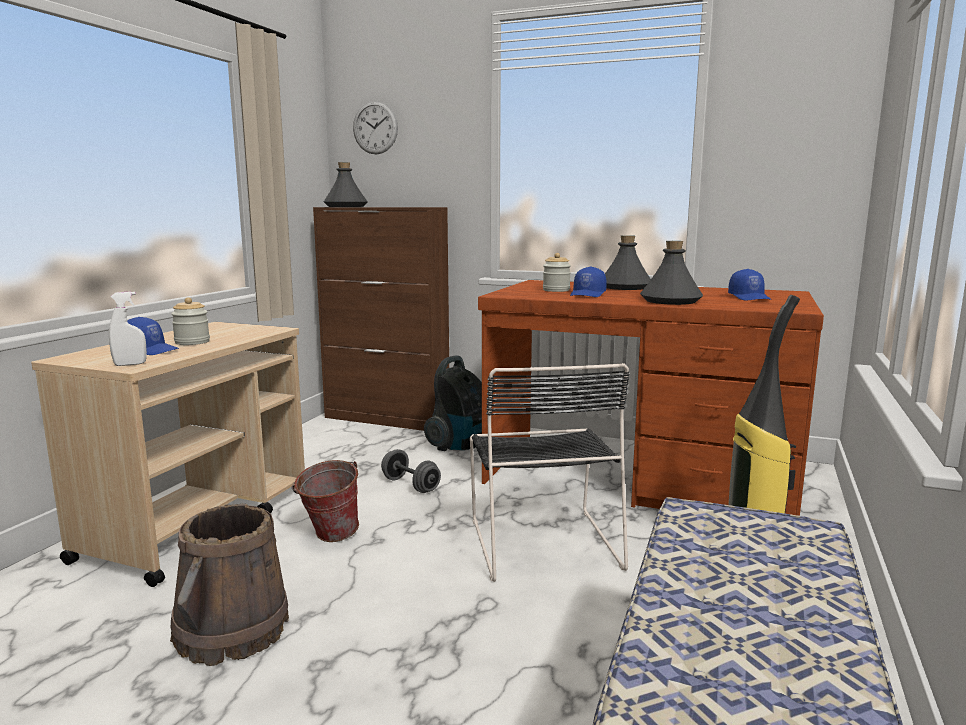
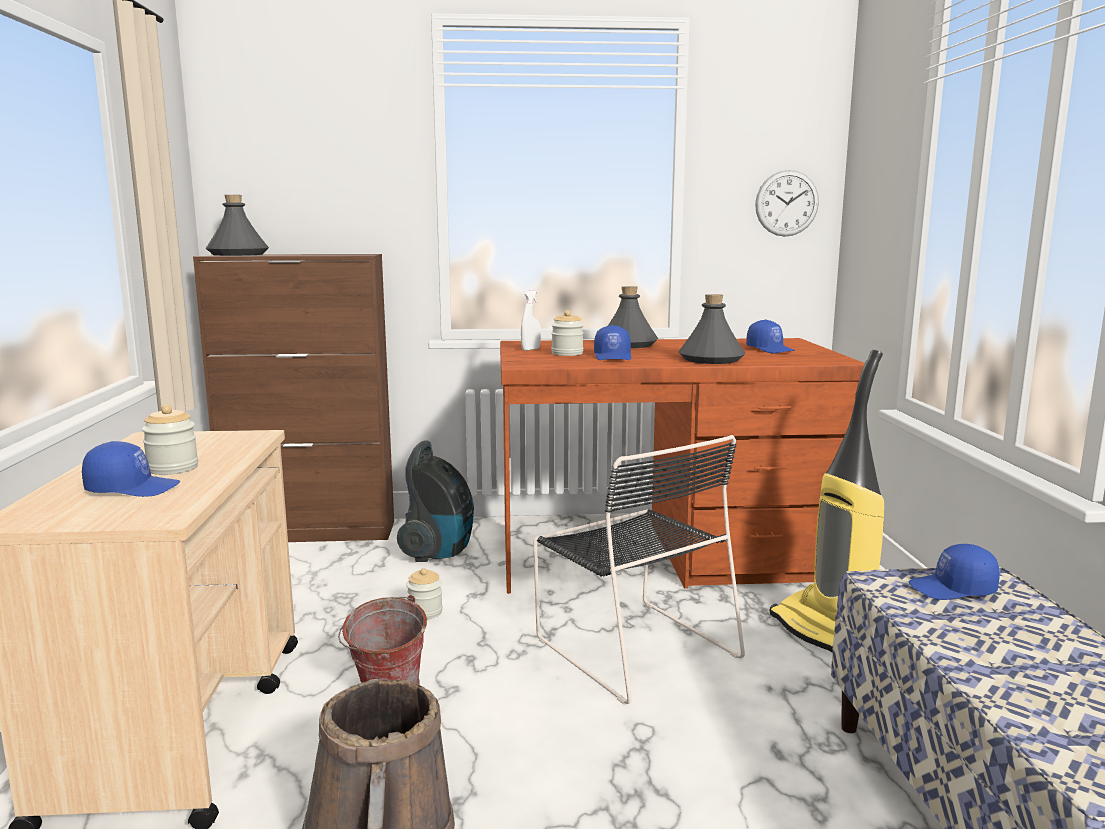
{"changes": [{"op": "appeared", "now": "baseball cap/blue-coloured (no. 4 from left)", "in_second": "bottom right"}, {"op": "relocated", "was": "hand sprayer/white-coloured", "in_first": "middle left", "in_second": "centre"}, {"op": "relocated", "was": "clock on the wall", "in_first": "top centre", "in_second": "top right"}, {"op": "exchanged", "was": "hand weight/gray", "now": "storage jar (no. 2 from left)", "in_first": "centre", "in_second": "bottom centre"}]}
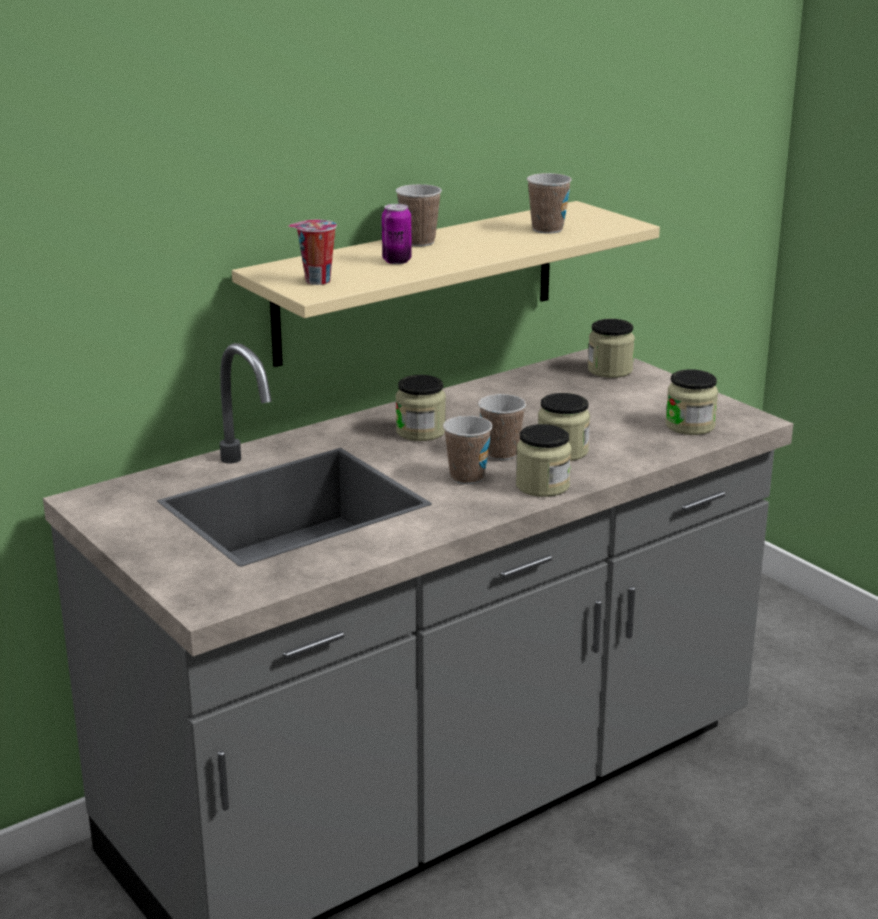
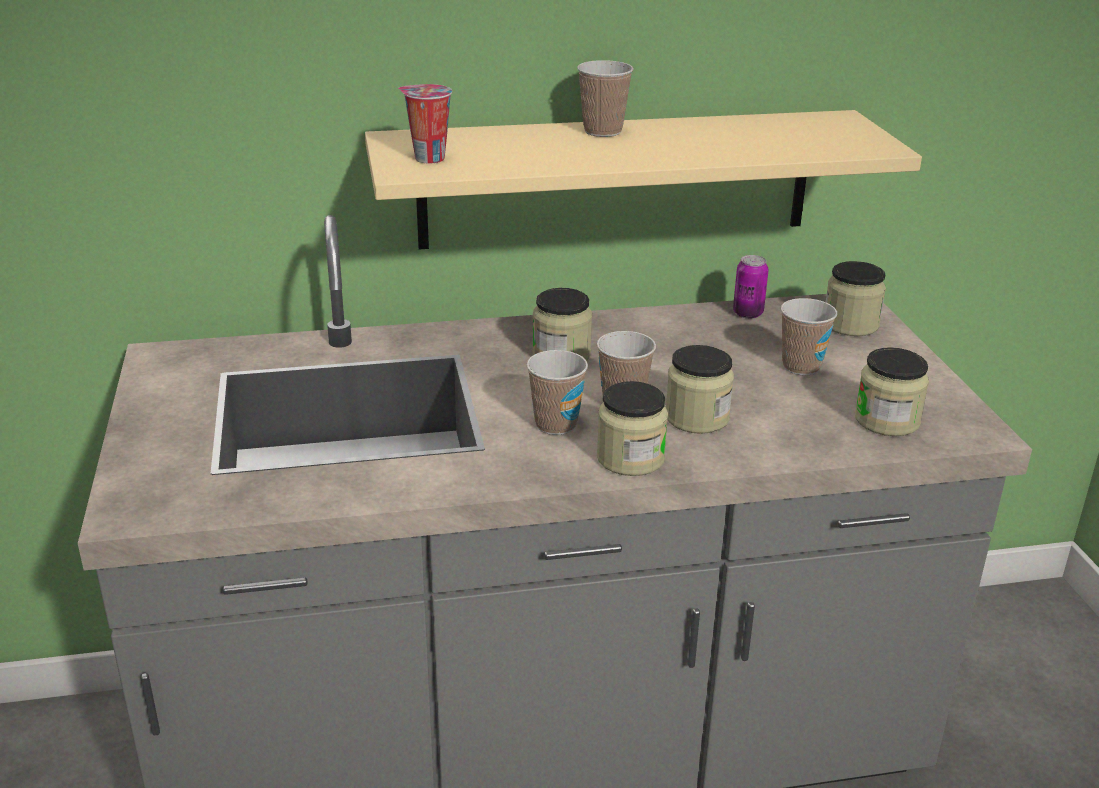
{"changes": [{"op": "relocated", "was": "can", "in_first": "top centre", "in_second": "middle right"}, {"op": "relocated", "was": "small cup (no. 5 from left)", "in_first": "top centre", "in_second": "middle right"}]}
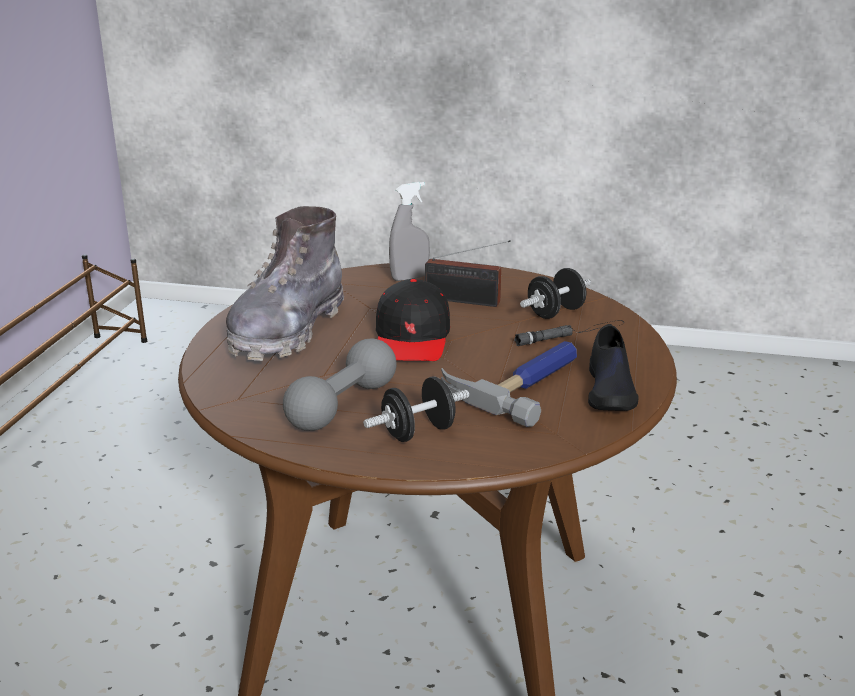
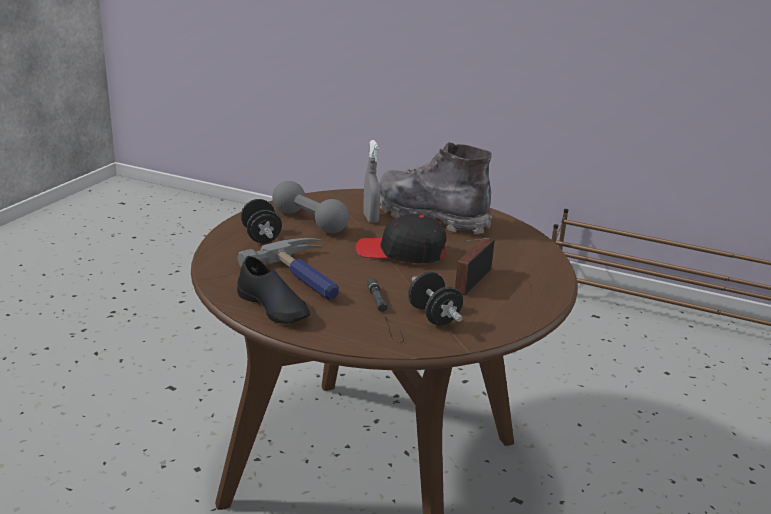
{"changes": [{"op": "relocated", "was": "hand sprayer/gray", "in_first": "top centre", "in_second": "centre"}, {"op": "spun", "was": "item of footwear/blackish", "in_first": "middle right", "in_second": "centre", "clockwise": -150}]}
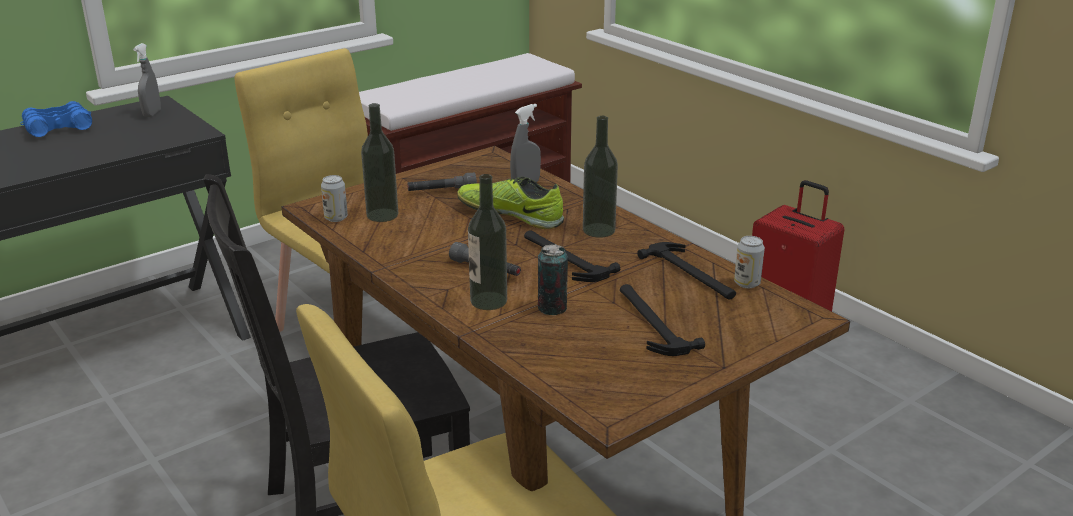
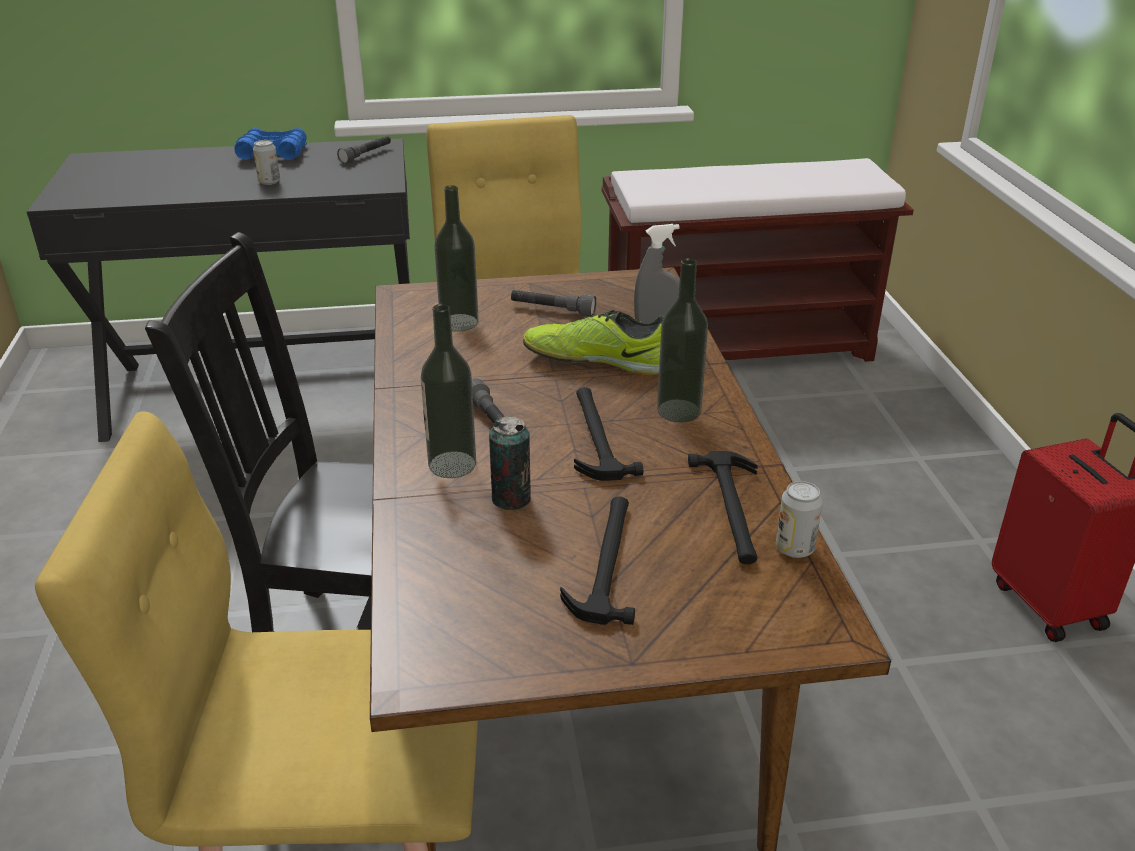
{"changes": [{"op": "relocated", "was": "can (no. 1 from left)", "in_first": "middle left", "in_second": "top left"}, {"op": "exchanged", "was": "hand sprayer/gray (no. 1 from left)", "now": "hand torch/gray (no. 1 from left)", "in_first": "top left", "in_second": "top left"}, {"op": "spun", "was": "item of footwear", "in_first": "centre", "in_second": "centre", "clockwise": -45}]}
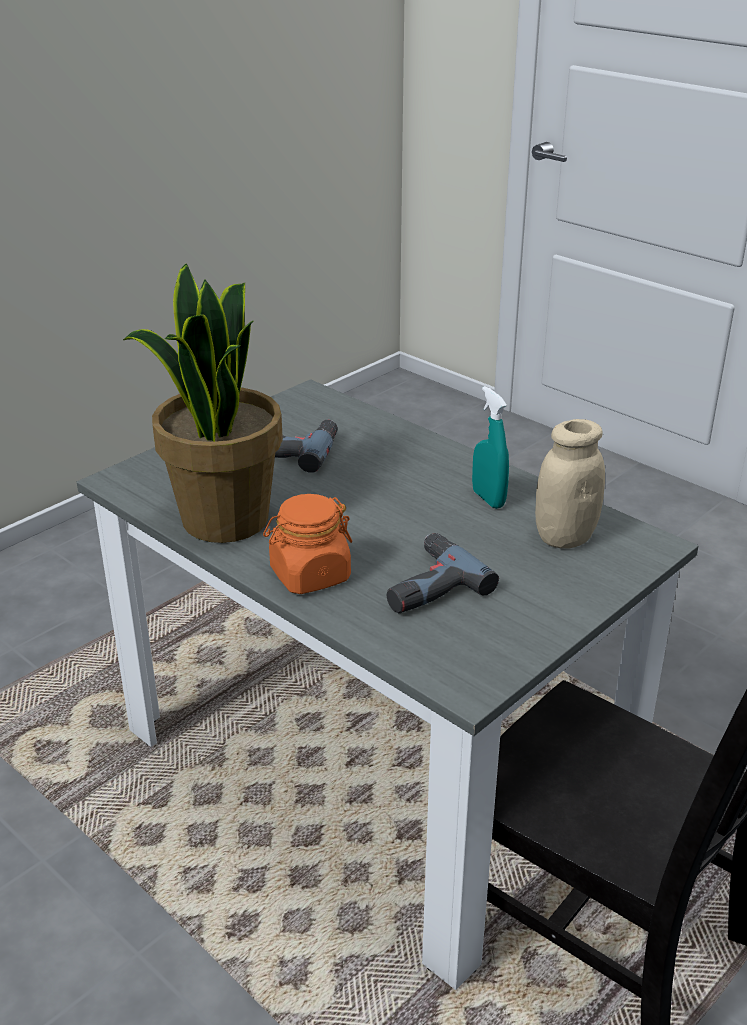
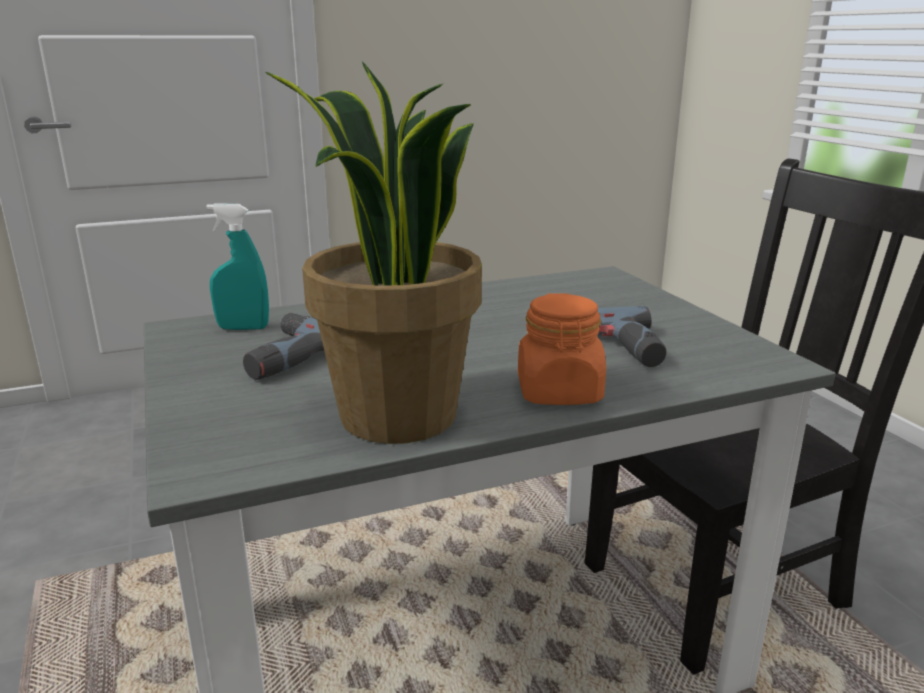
{"changes": [{"op": "missing", "was": "storage jar/beige-coloured", "in_first": "middle right"}, {"op": "relocated", "was": "hand sprayer/turquoise", "in_first": "centre", "in_second": "middle left"}]}
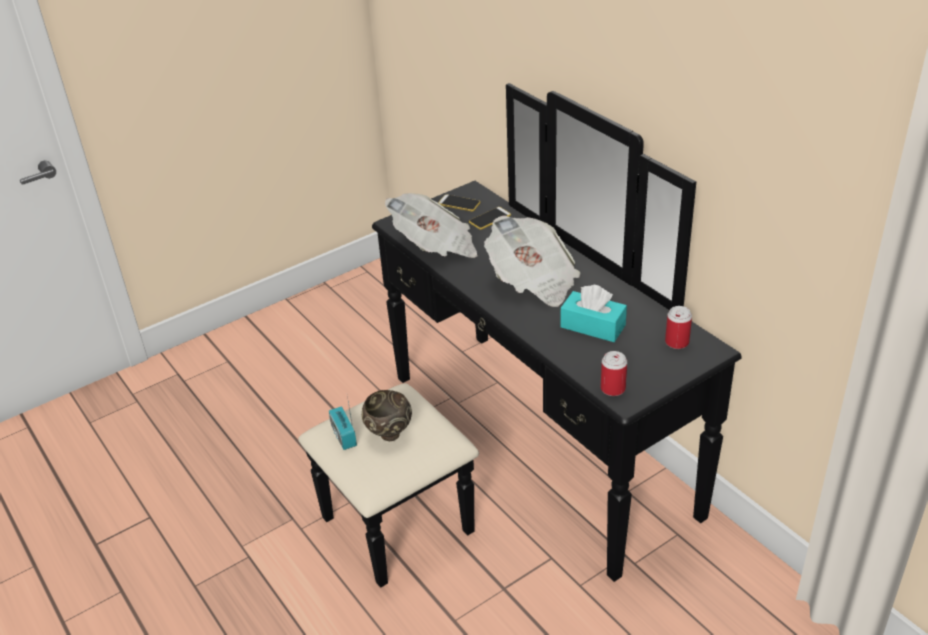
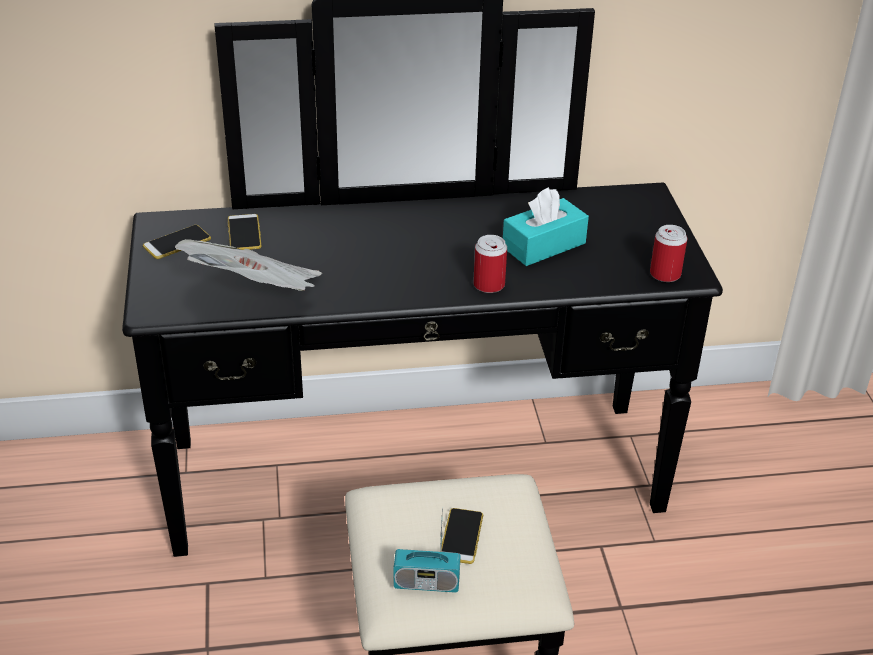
{"changes": [{"op": "missing", "was": "printed paper (no. 2 from left)", "in_first": "centre"}, {"op": "relocated", "was": "can (no. 2 from left in the first image)", "now": "can (no. 1 from left)", "in_first": "middle right", "in_second": "centre"}, {"op": "exchanged", "was": "bowl/brown", "now": "handset (no. 3 from left)", "in_first": "centre", "in_second": "bottom centre"}]}
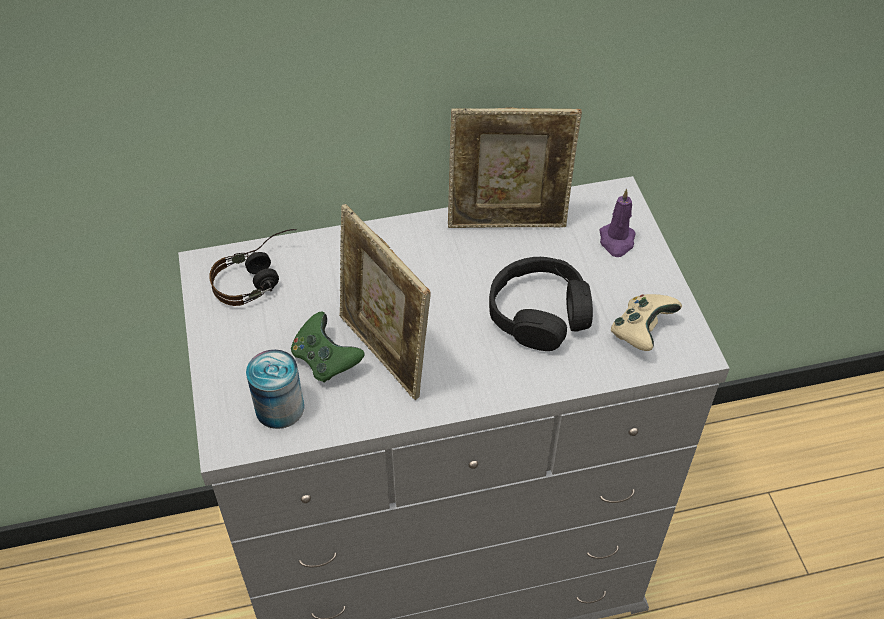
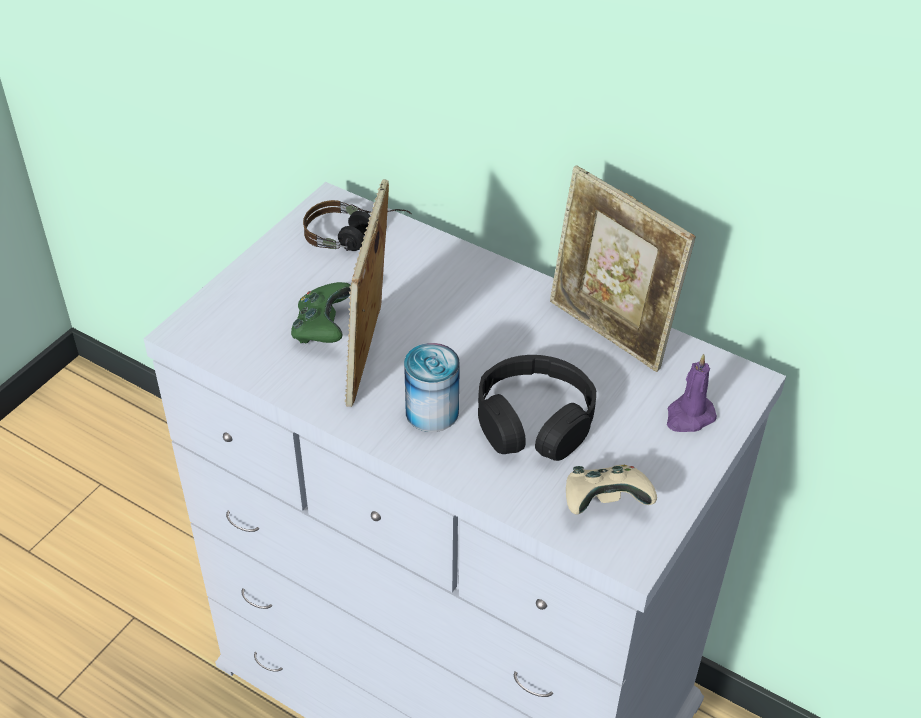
{"changes": [{"op": "relocated", "was": "can", "in_first": "middle left", "in_second": "centre"}]}
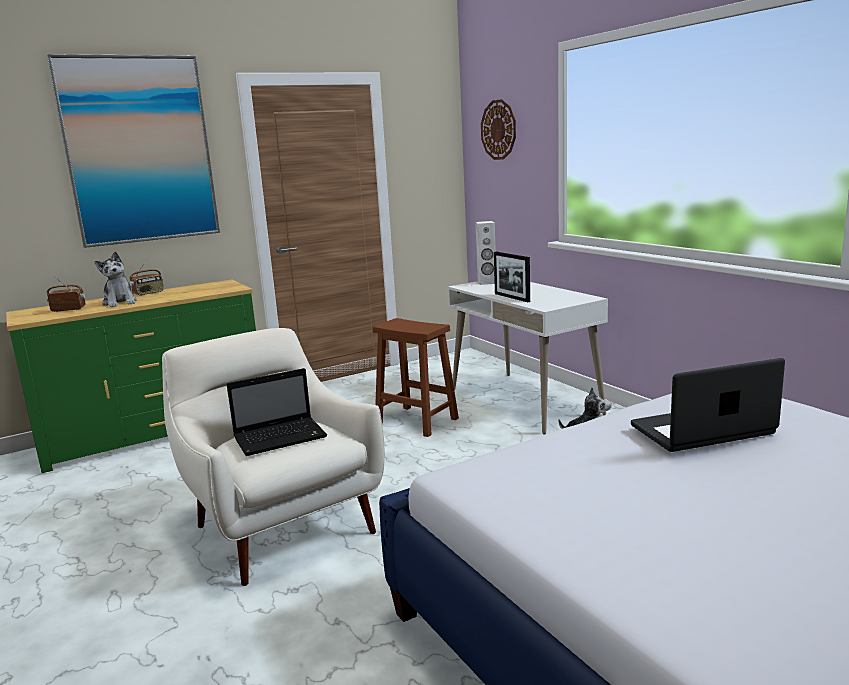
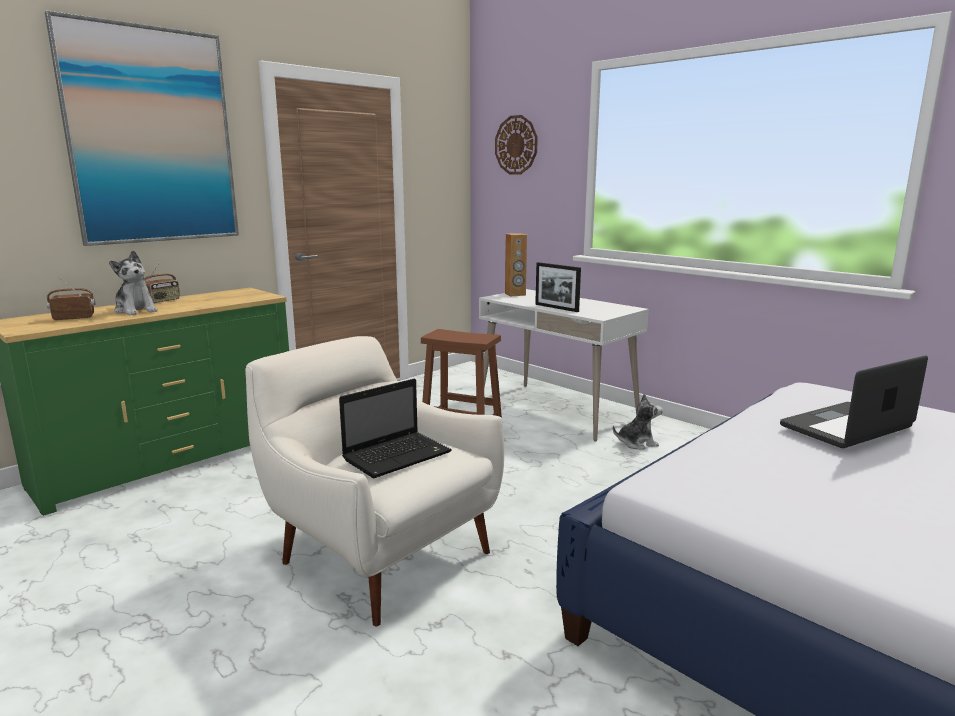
{"changes": [{"op": "colour", "was": "speaker/white-coloured", "now": "speaker/brown", "in_first": "centre", "in_second": "centre"}]}
